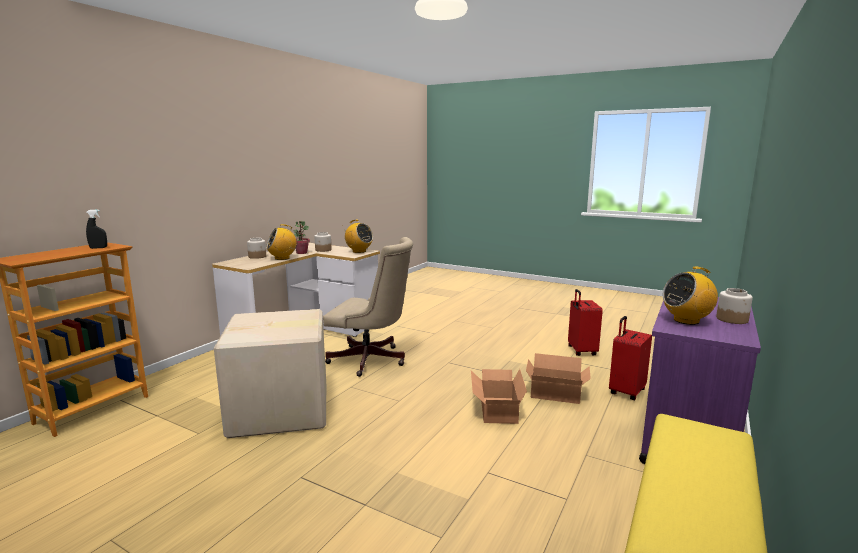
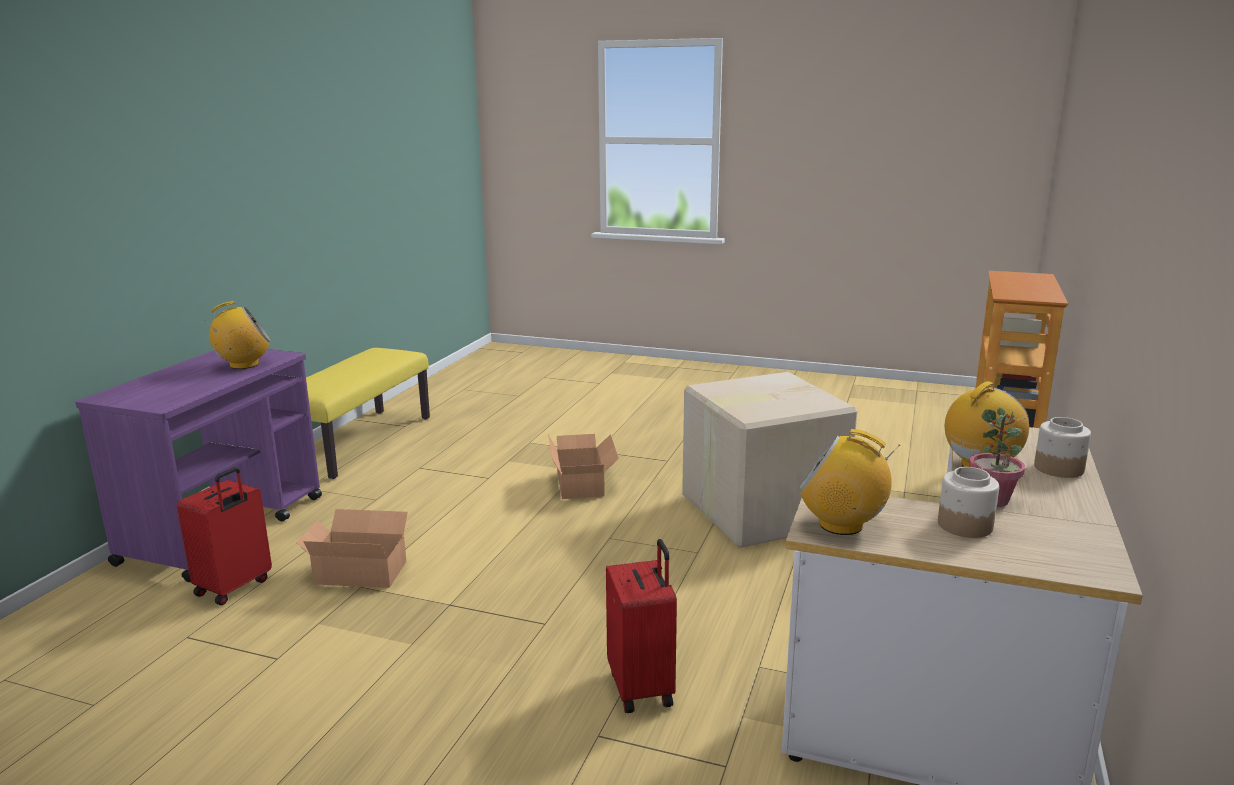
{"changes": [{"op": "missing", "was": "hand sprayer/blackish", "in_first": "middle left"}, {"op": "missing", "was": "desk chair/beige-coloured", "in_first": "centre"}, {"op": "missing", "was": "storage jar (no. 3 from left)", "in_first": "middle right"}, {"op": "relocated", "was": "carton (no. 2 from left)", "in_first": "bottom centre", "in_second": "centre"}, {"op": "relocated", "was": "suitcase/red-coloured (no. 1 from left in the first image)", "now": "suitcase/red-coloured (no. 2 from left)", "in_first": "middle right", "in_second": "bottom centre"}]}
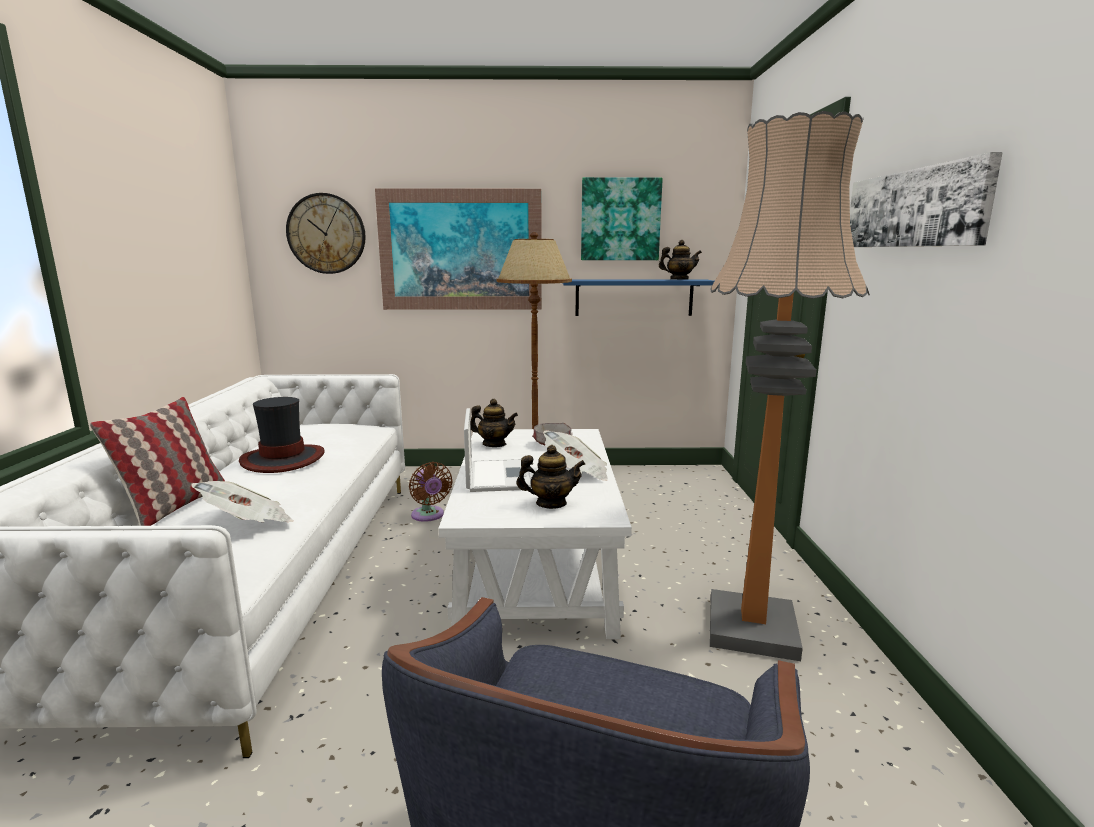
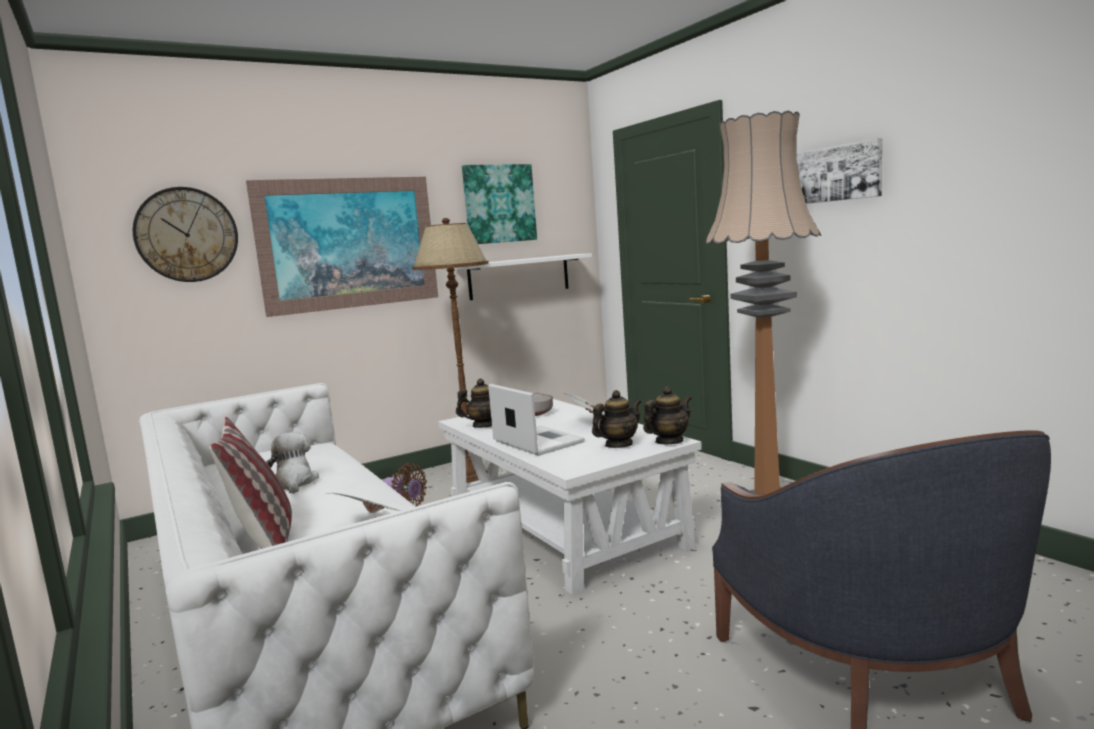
{"changes": [{"op": "relocated", "was": "pot for tea (no. 3 from left)", "in_first": "top centre", "in_second": "centre"}, {"op": "exchanged", "was": "wearable hat", "now": "soft toy", "in_first": "middle left", "in_second": "middle left"}, {"op": "colour", "was": "bracket shelf/blue-coloured", "now": "bracket shelf/white-coloured", "in_first": "centre", "in_second": "centre"}]}
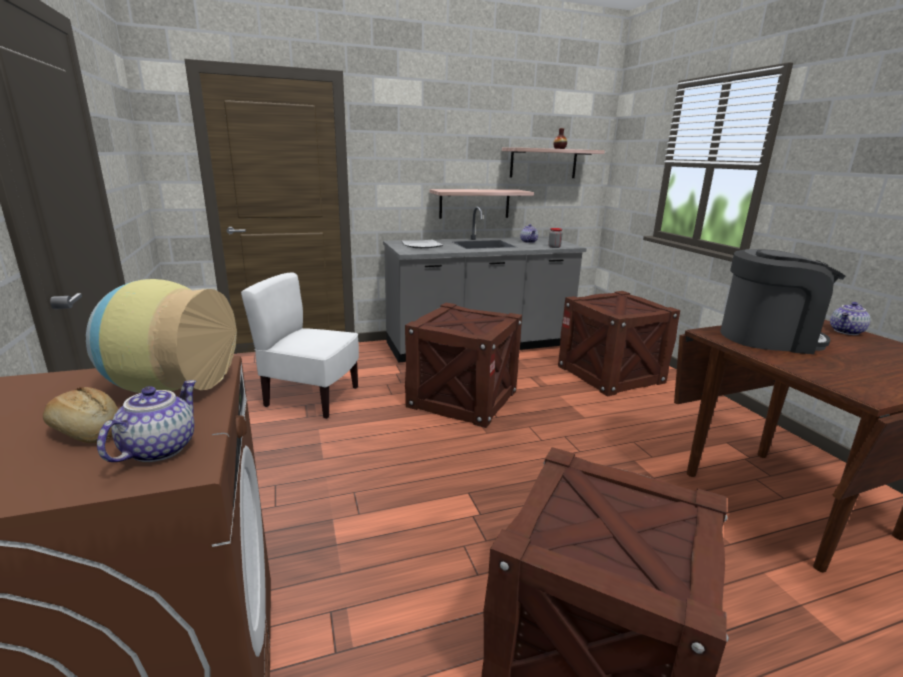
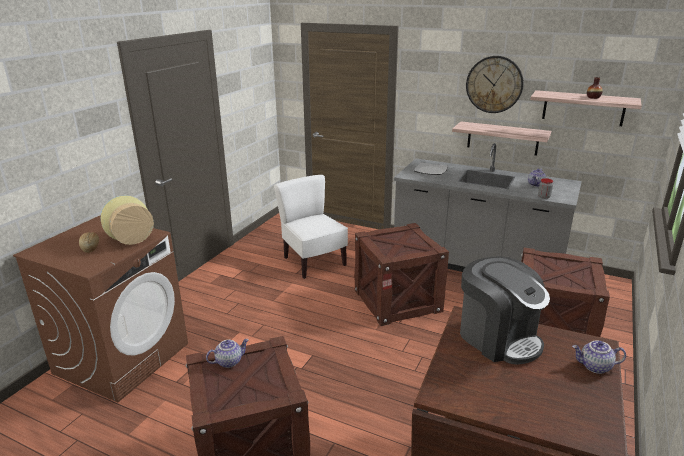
{"changes": [{"op": "appeared", "now": "clock on the wall", "in_second": "top right"}, {"op": "relocated", "was": "pot for tea (no. 1 from left)", "in_first": "middle left", "in_second": "bottom left"}]}
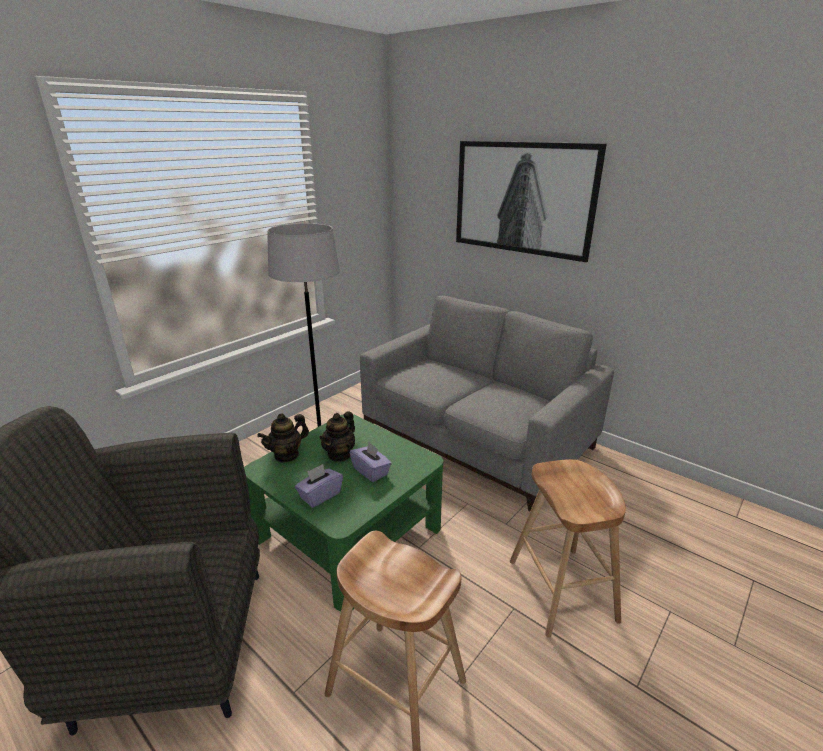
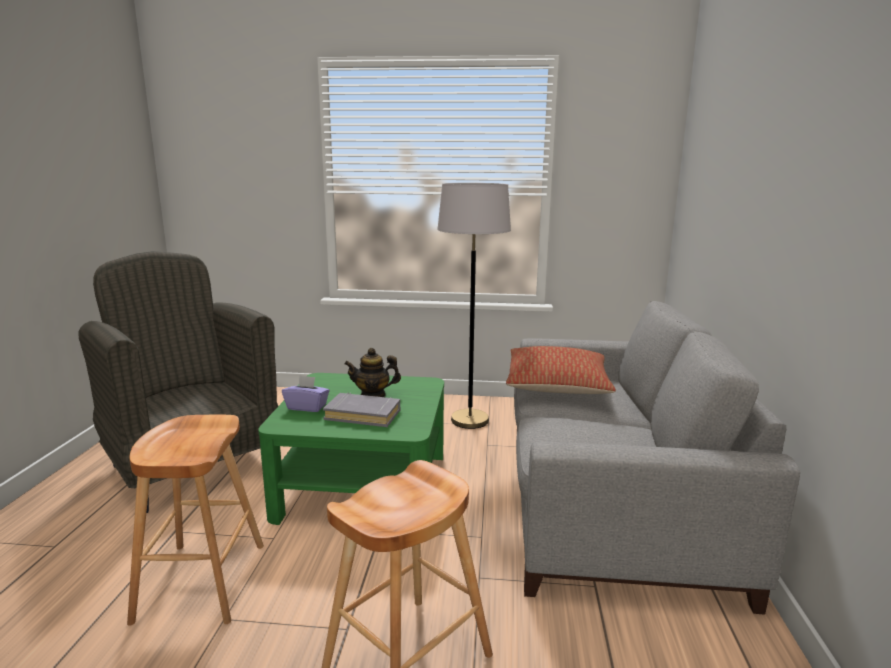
{"changes": [{"op": "missing", "was": "pot for tea (no. 1 from left)", "in_first": "centre"}, {"op": "missing", "was": "wall art", "in_first": "top centre"}, {"op": "appeared", "now": "pillow", "in_second": "centre"}, {"op": "exchanged", "was": "tissue box/purple-coloured (no. 2 from left)", "now": "bound book/gray", "in_first": "centre", "in_second": "centre"}]}
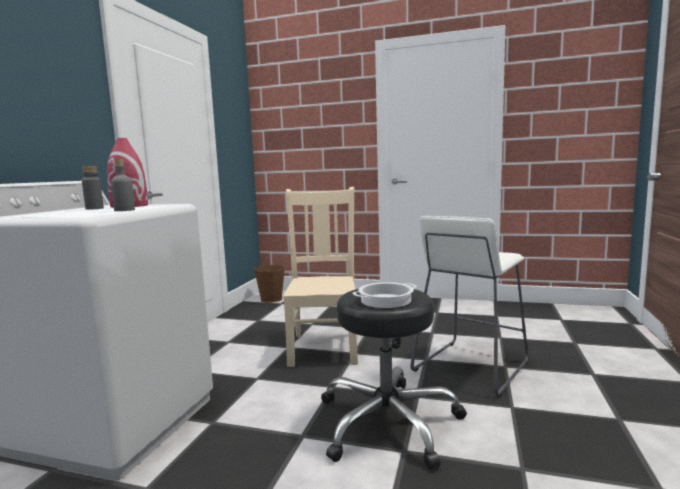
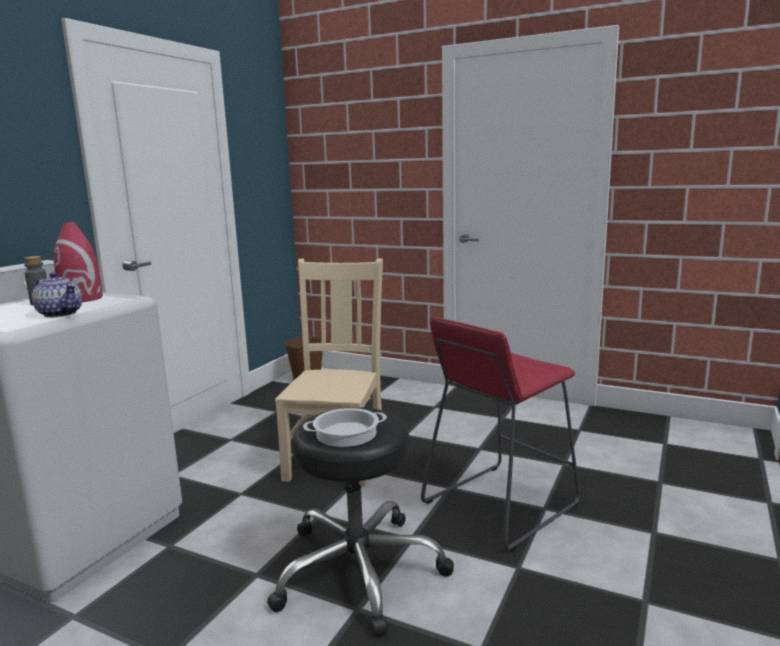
{"changes": [{"op": "exchanged", "was": "bottle/gray (no. 2 from left)", "now": "pot for tea", "in_first": "middle left", "in_second": "middle left"}, {"op": "colour", "was": "sitting stool/white-coloured", "now": "sitting stool/red-coloured", "in_first": "middle right", "in_second": "bottom centre"}]}
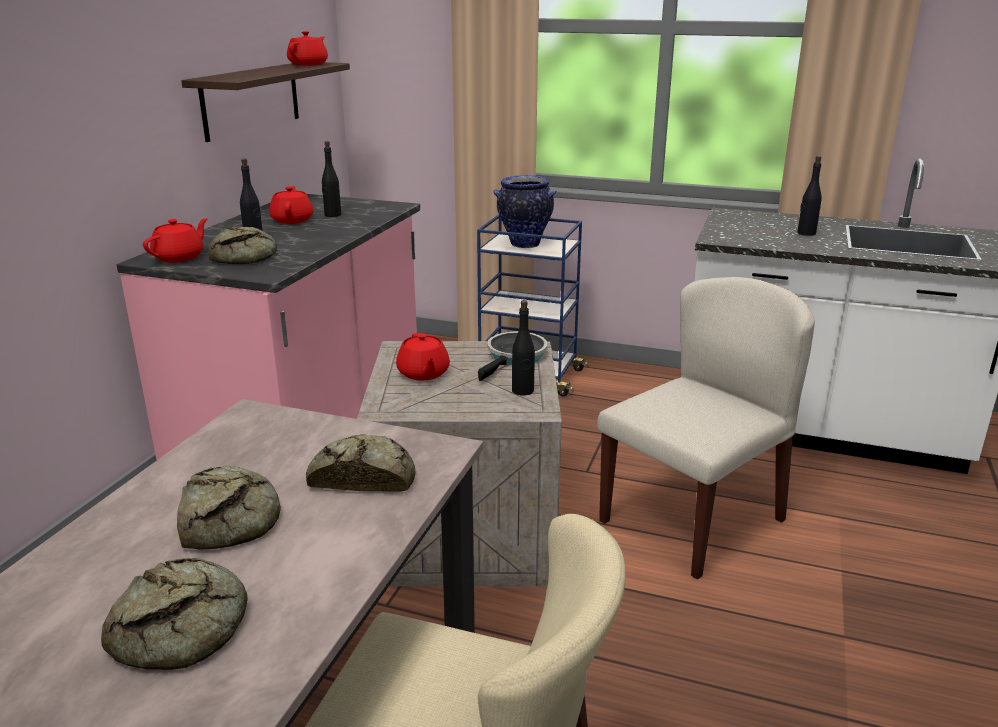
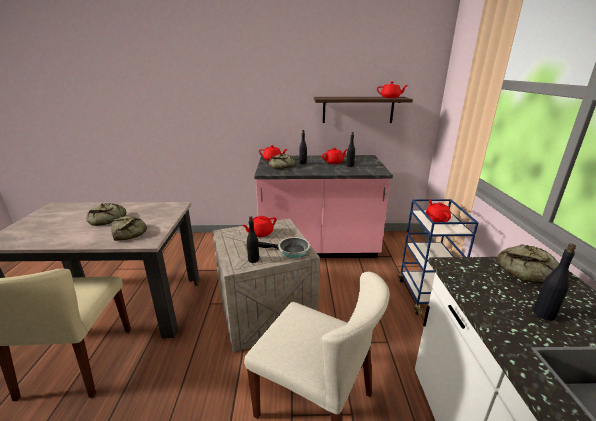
{"changes": [{"op": "relocated", "was": "bread (no. 1 from left in the first image)", "now": "bread (no. 4 from left)", "in_first": "bottom left", "in_second": "middle right"}, {"op": "exchanged", "was": "vase", "now": "pot for tea/red-coloured (no. 5 from left)", "in_first": "top centre", "in_second": "middle right"}]}
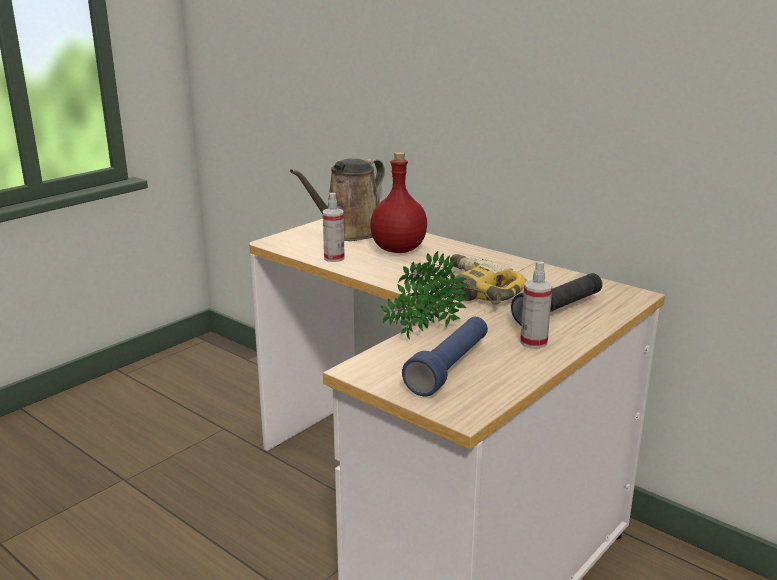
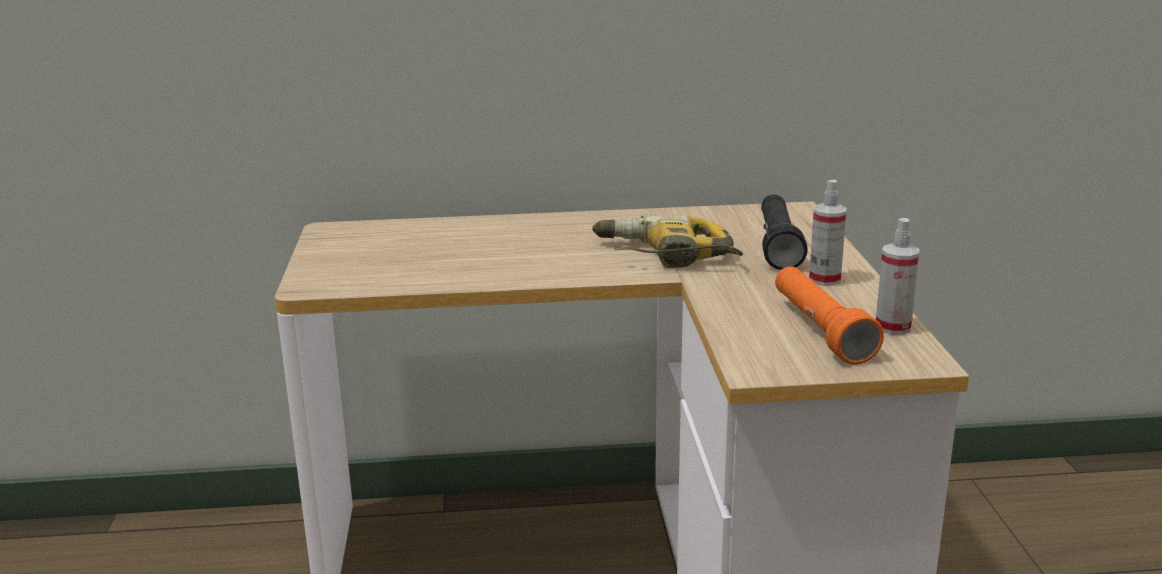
{"changes": [{"op": "missing", "was": "watering pot/brown", "in_first": "centre"}, {"op": "missing", "was": "bottle/red-coloured", "in_first": "centre"}, {"op": "missing", "was": "plant in a pot", "in_first": "centre"}, {"op": "relocated", "was": "hand sprayer (no. 1 from left in the first image)", "now": "hand sprayer (no. 2 from left)", "in_first": "centre", "in_second": "middle right"}, {"op": "colour", "was": "hand torch/blue-coloured", "now": "hand torch/orange-coloured", "in_first": "centre", "in_second": "middle right"}]}
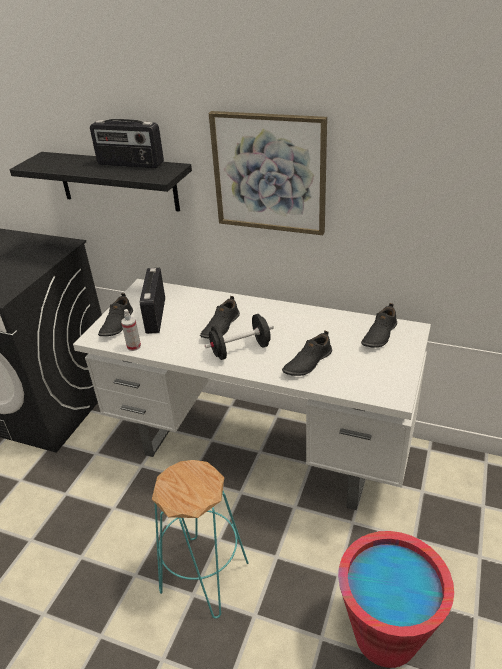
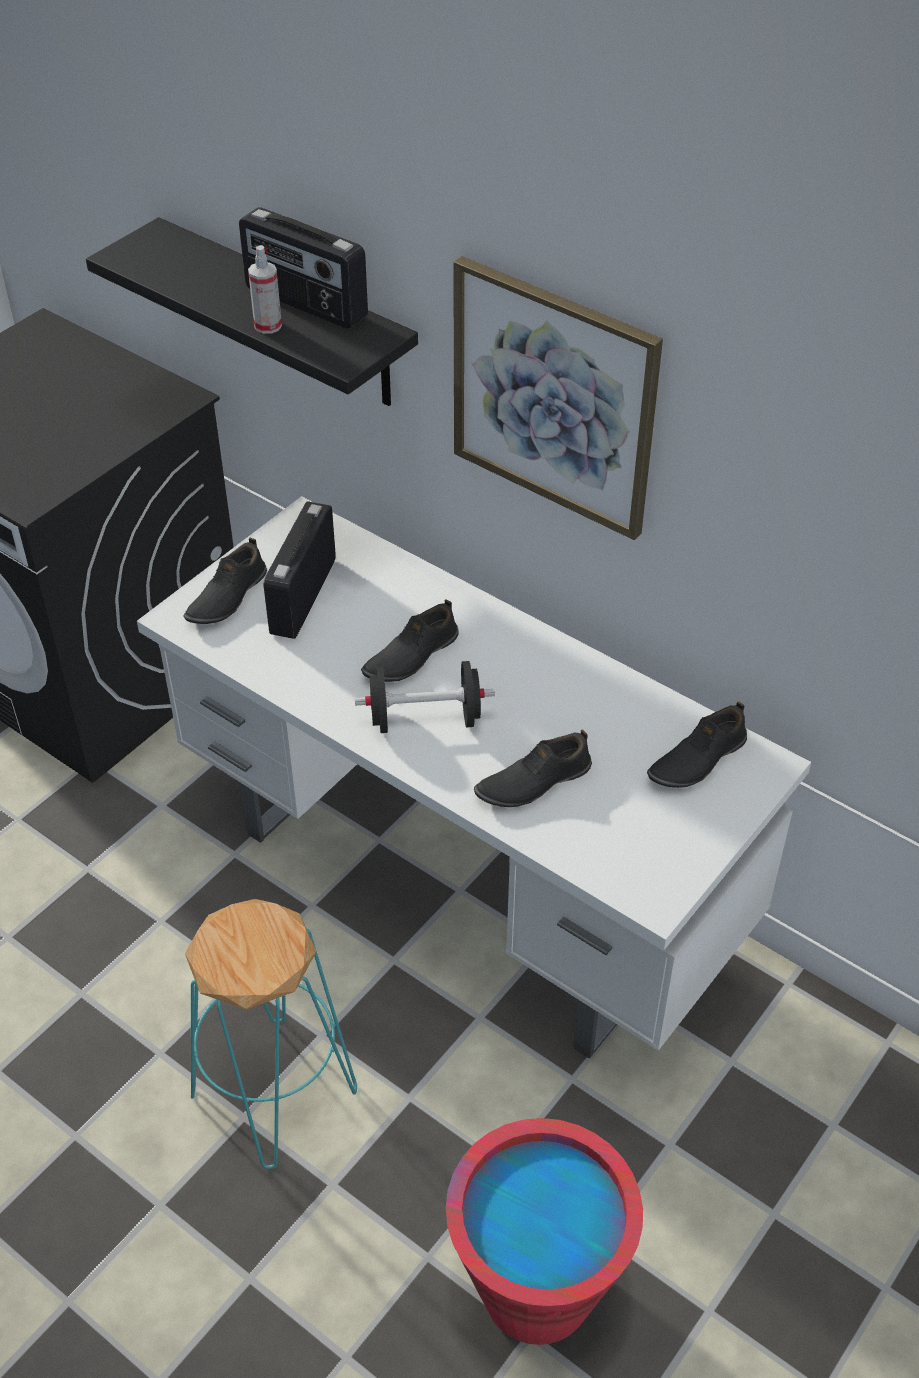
{"changes": [{"op": "relocated", "was": "hand sprayer", "in_first": "middle left", "in_second": "top left"}]}
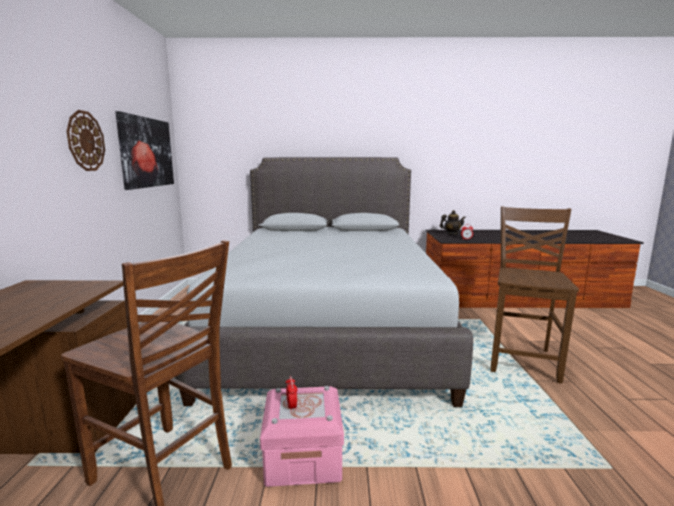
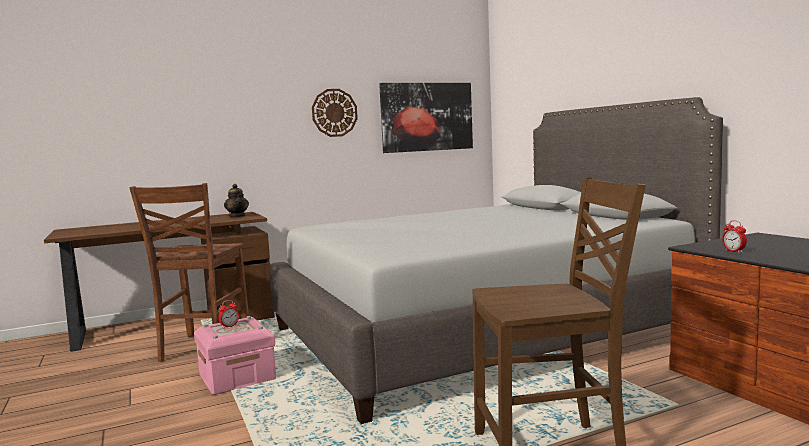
{"changes": [{"op": "relocated", "was": "pot for tea", "in_first": "middle right", "in_second": "middle left"}]}
